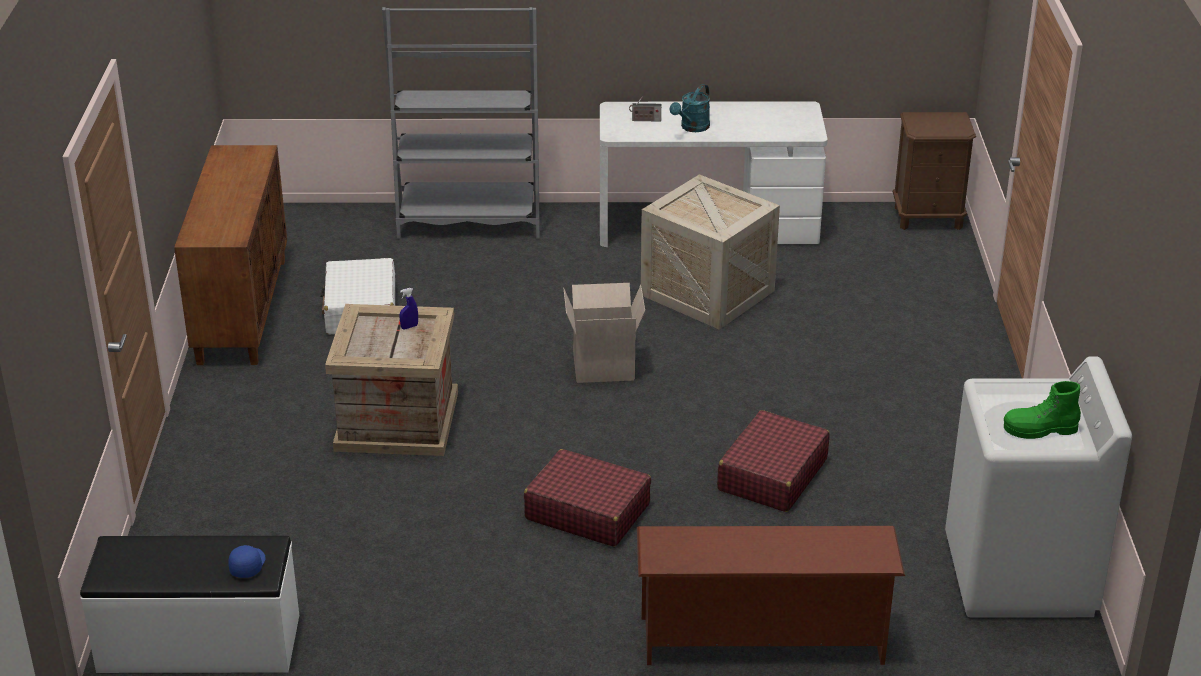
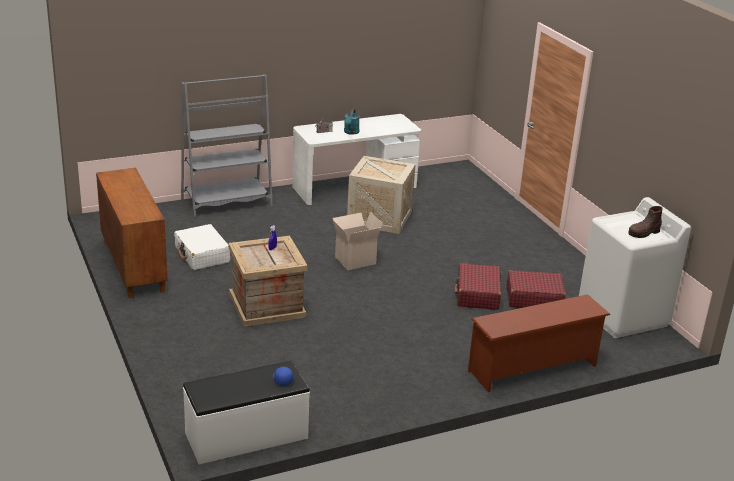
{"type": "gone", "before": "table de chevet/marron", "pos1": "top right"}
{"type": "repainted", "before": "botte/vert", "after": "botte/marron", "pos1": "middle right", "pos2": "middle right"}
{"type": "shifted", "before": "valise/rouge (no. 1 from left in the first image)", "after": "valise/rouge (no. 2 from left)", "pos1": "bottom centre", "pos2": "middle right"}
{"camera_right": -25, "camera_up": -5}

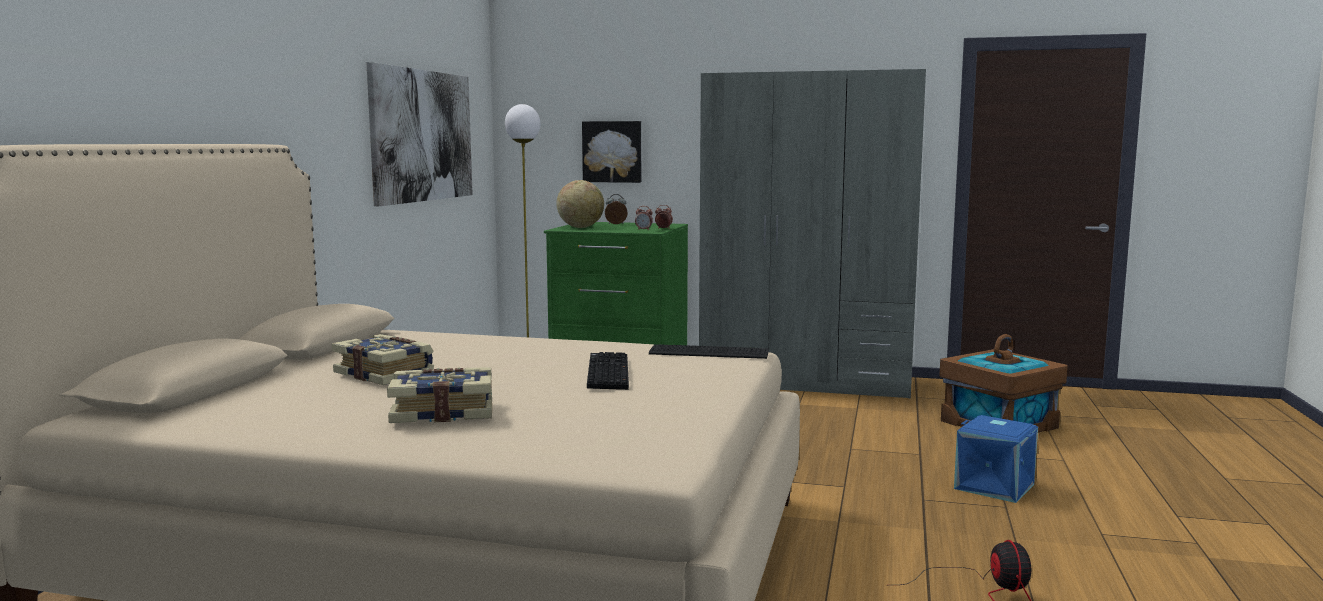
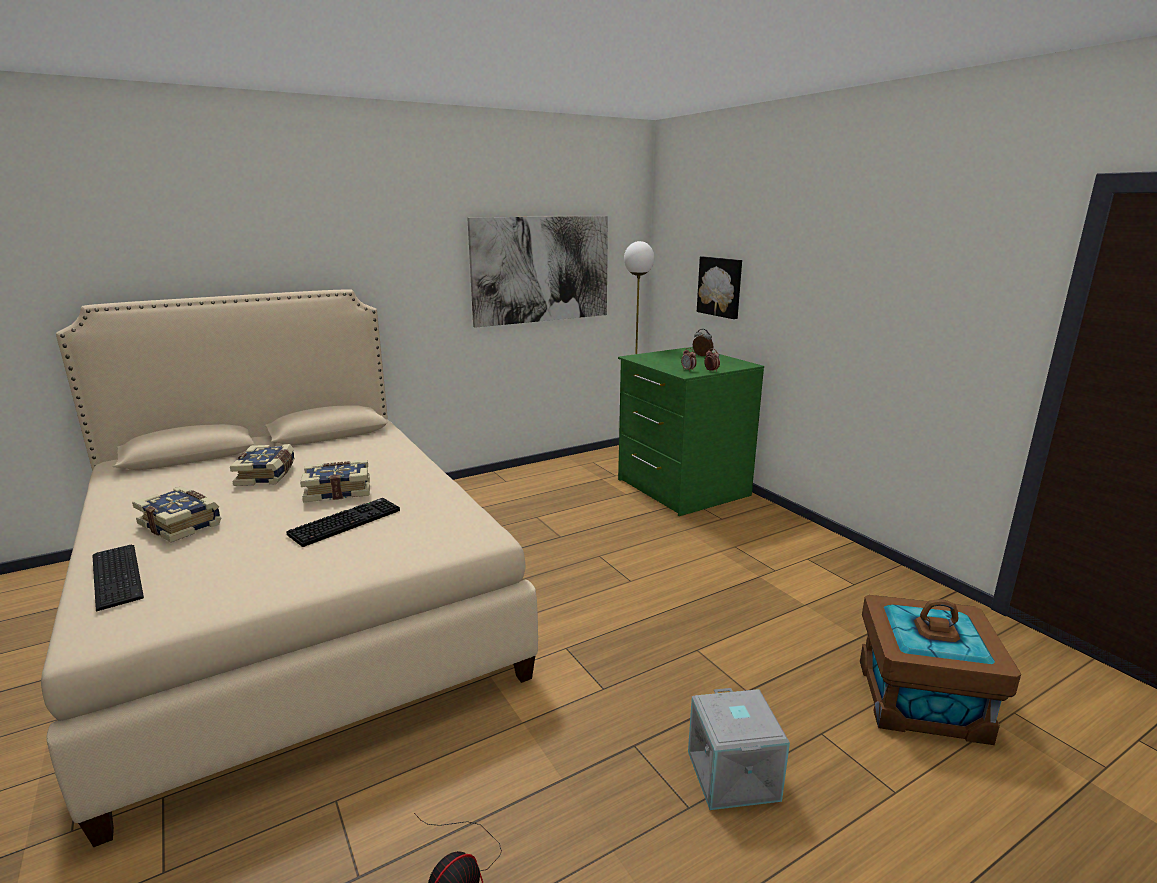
{"type": "gone", "before": "armoire/gris", "pos1": "centre"}
{"type": "gone", "before": "globe", "pos1": "centre"}
{"type": "shifted", "before": "clavier (no. 2 from left in the first image)", "after": "clavier (no. 1 from left)", "pos1": "centre", "pos2": "middle left"}
{"type": "repainted", "before": "boîte de rangement/bleu", "after": "boîte de rangement/gris", "pos1": "bottom right", "pos2": "bottom centre"}
{"type": "new", "after": "livre (no. 3 from left)", "pos2": "middle left"}
{"camera_right": 45, "camera_up": 10}

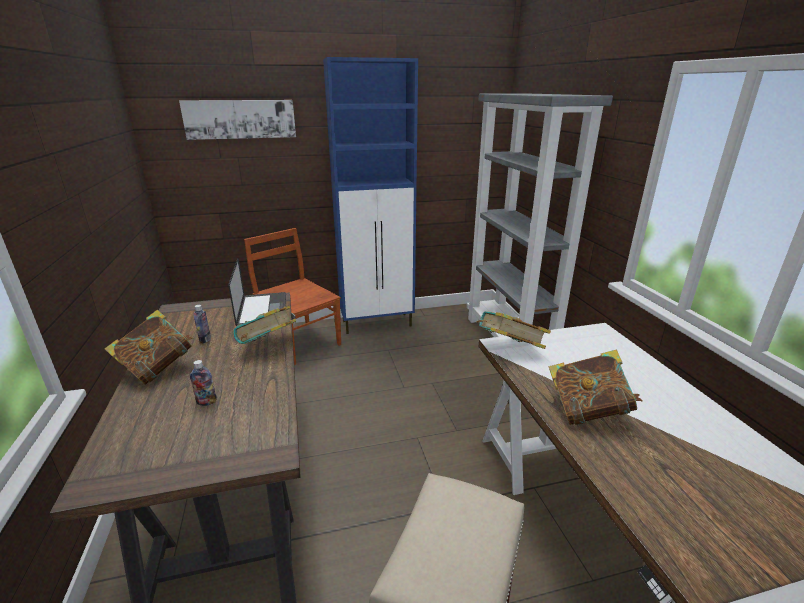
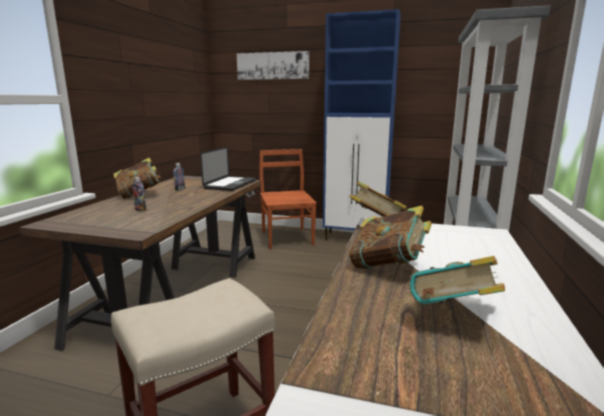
{"type": "shifted", "before": "livre (no. 2 from left in the first image)", "after": "livre (no. 4 from left)", "pos1": "middle left", "pos2": "bottom right"}
{"camera_right": 30, "camera_up": -10}

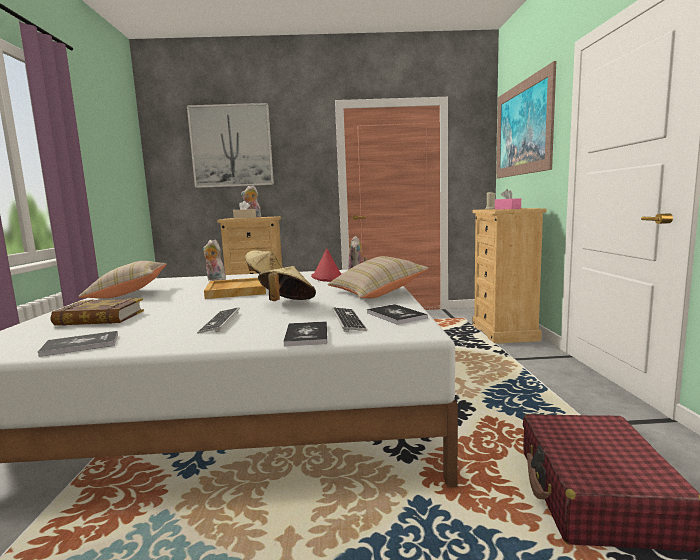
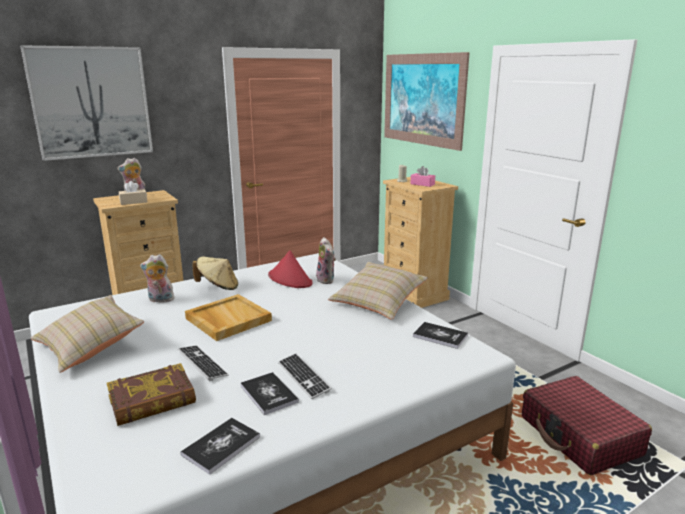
{"type": "gone", "before": "chapeau/beige (no. 2 from left)", "pos1": "centre"}
{"type": "shifted", "before": "clavier (no. 2 from left in the first image)", "after": "clavier (no. 1 from left)", "pos1": "centre", "pos2": "bottom left"}
{"type": "shifted", "before": "livre (no. 3 from left)", "pos1": "centre", "pos2": "bottom centre"}
{"camera_right": -30, "camera_up": 10}

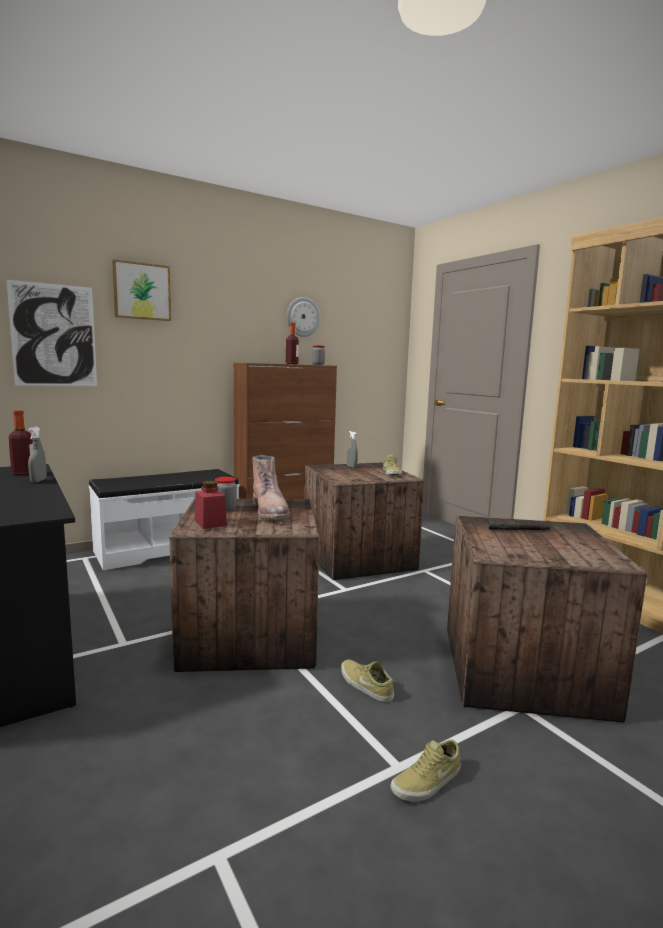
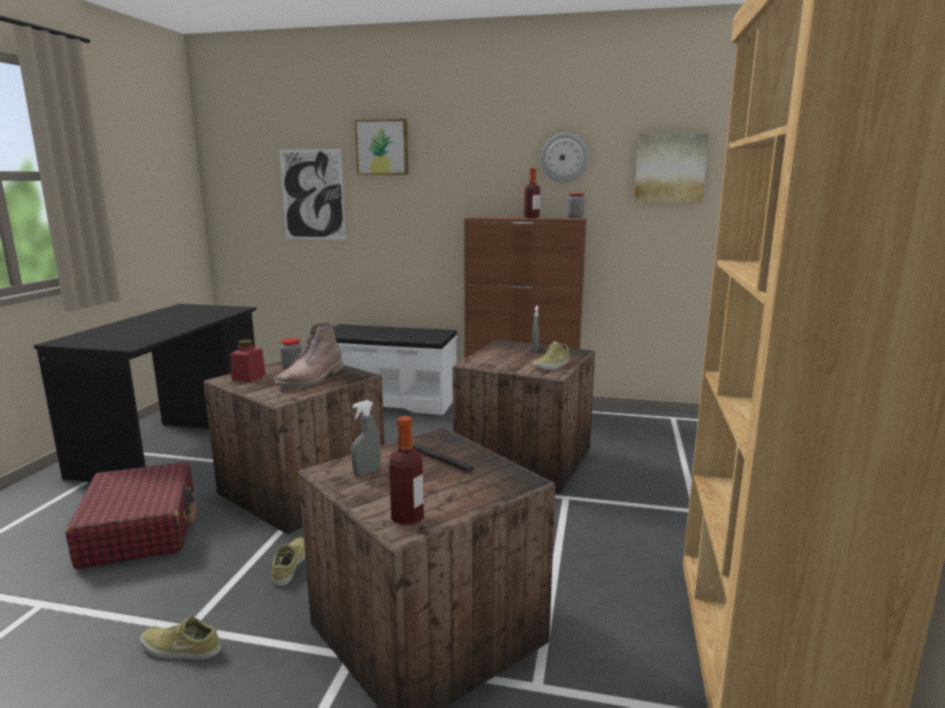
{"type": "shifted", "before": "bouteille (no. 1 from left)", "pos1": "middle left", "pos2": "centre"}
{"type": "shifted", "before": "vaporisateur/gris (no. 1 from left)", "pos1": "middle left", "pos2": "centre"}
{"type": "new", "after": "tableau (no. 3 from left)", "pos2": "top right"}
{"type": "new", "after": "valise/rouge", "pos2": "bottom left"}
{"camera_right": 45, "camera_up": 5}

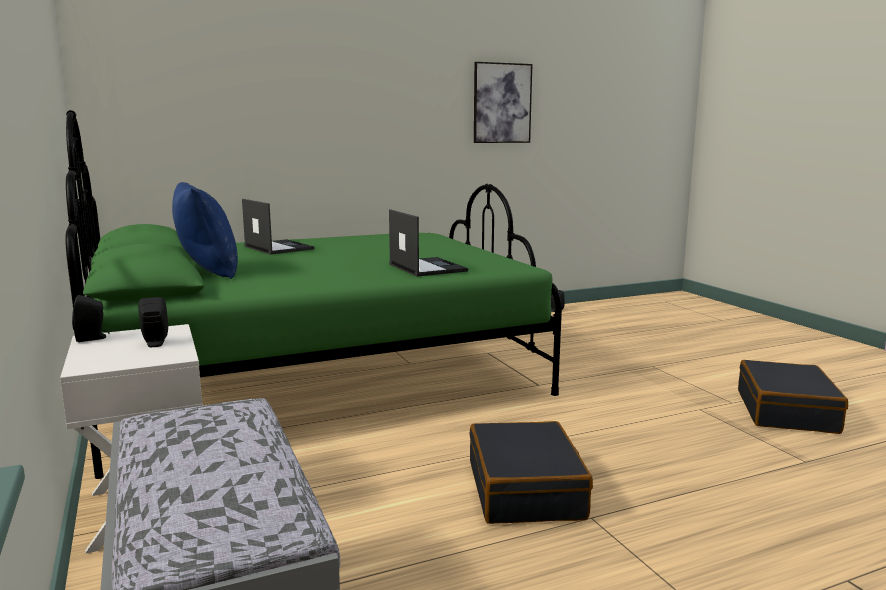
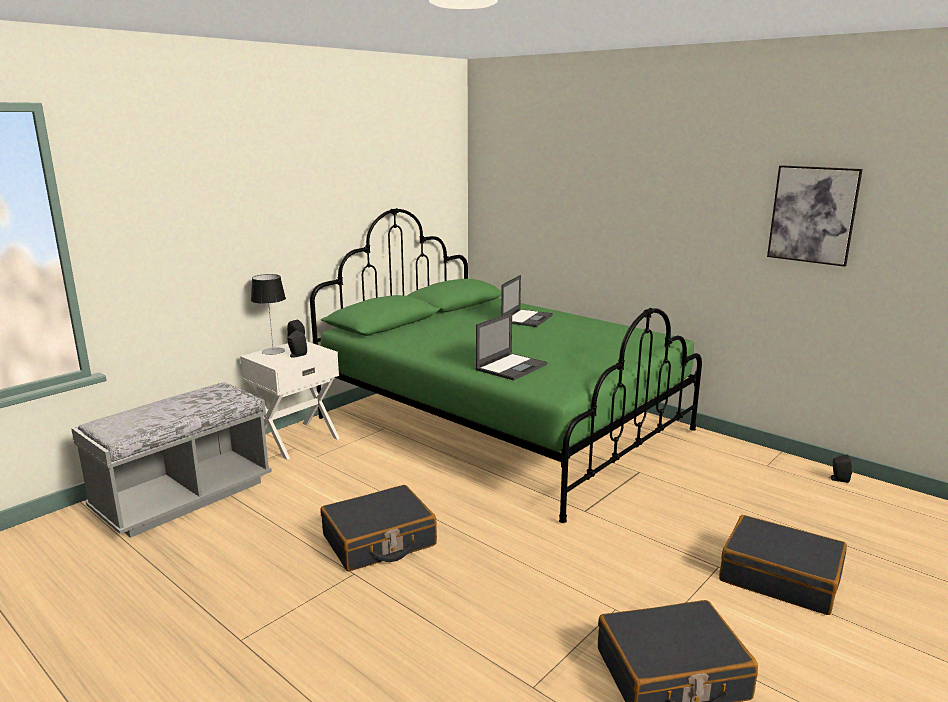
{"type": "gone", "before": "coussin/bleu", "pos1": "middle left"}
{"type": "new", "after": "lampe de table", "pos2": "middle left"}
{"type": "new", "after": "valise/noir (no. 3 from left)", "pos2": "bottom right"}
{"camera_right": 65, "camera_up": 5}

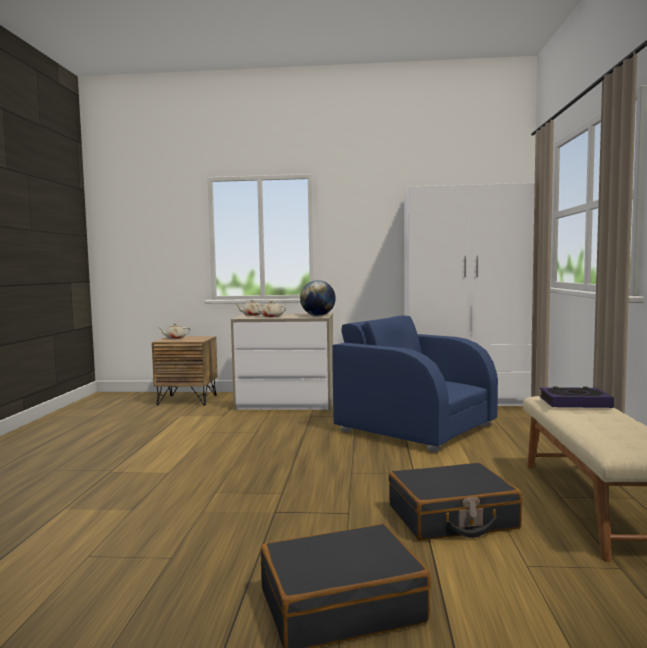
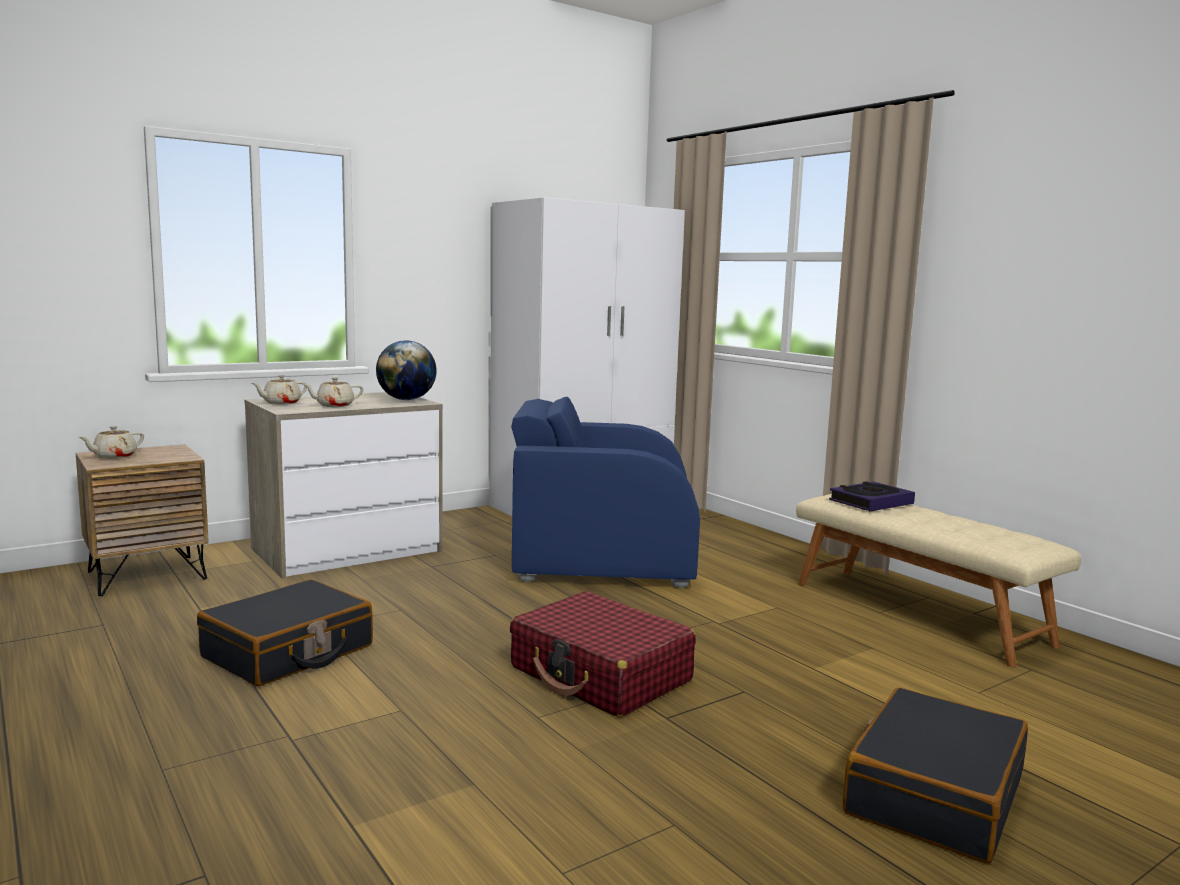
{"type": "shifted", "before": "valise/noir (no. 2 from left in the first image)", "after": "valise/noir (no. 1 from left)", "pos1": "bottom right", "pos2": "bottom left"}
{"type": "new", "after": "valise/rouge", "pos2": "bottom centre"}
{"camera_right": -40, "camera_up": 5}

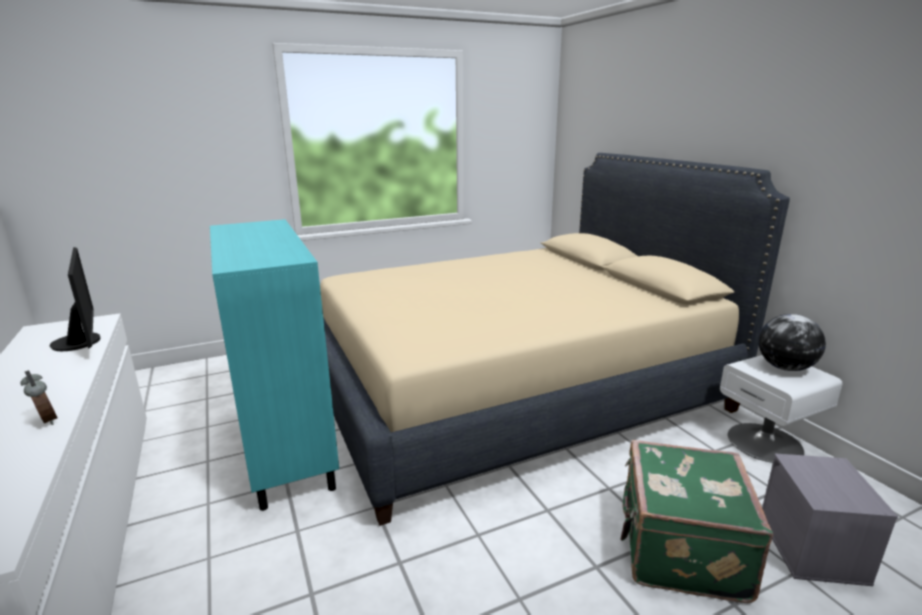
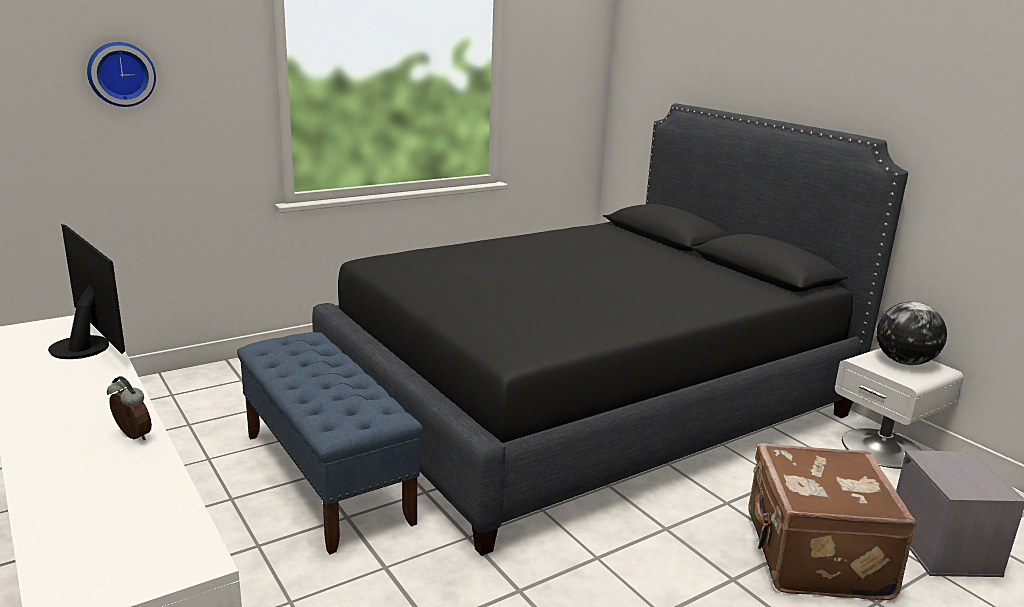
{"type": "repainted", "before": "lit/beige", "after": "lit/noir", "pos1": "centre", "pos2": "centre"}
{"type": "swapped", "before": "meuble de rangement/turquoise", "after": "banc/bleu", "pos1": "middle left", "pos2": "bottom left"}
{"type": "repainted", "before": "valise/vert", "after": "valise/marron", "pos1": "bottom right", "pos2": "bottom right"}
{"type": "new", "after": "horloge murale", "pos2": "top left"}
{"camera_right": -10, "camera_up": 0}

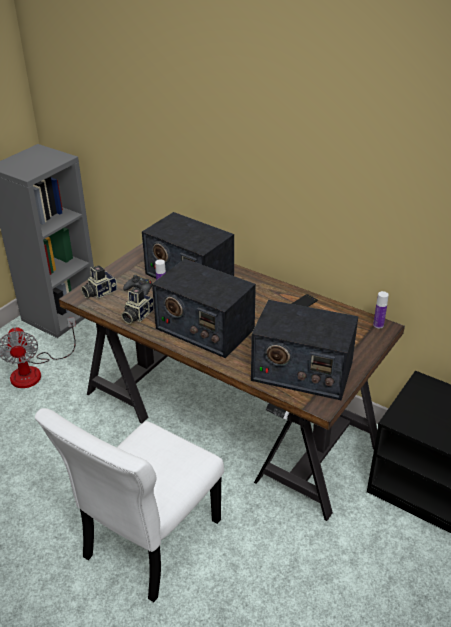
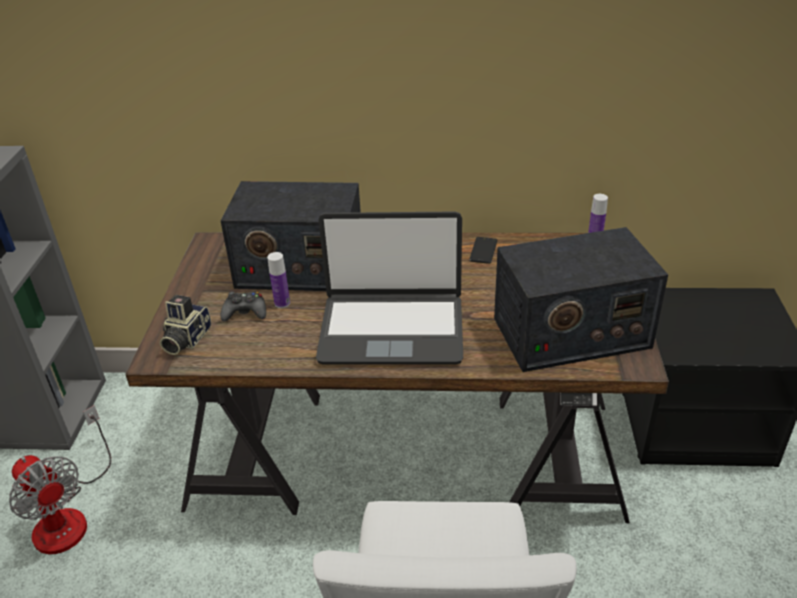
{"type": "swapped", "before": "radio (no. 2 from left)", "after": "ordinateur portable", "pos1": "centre", "pos2": "centre"}
{"type": "gone", "before": "appareil photo (no. 2 from left)", "pos1": "middle left"}
{"camera_right": -30, "camera_up": 0}

